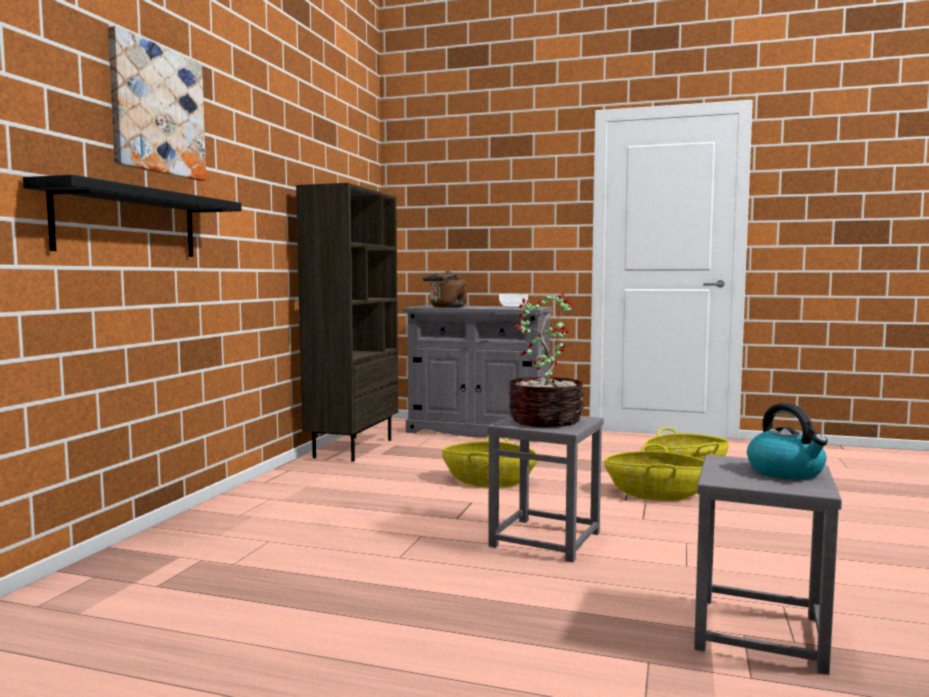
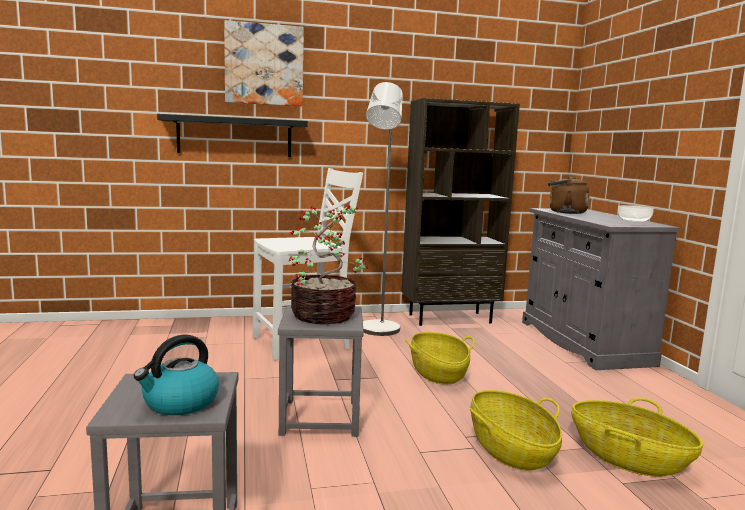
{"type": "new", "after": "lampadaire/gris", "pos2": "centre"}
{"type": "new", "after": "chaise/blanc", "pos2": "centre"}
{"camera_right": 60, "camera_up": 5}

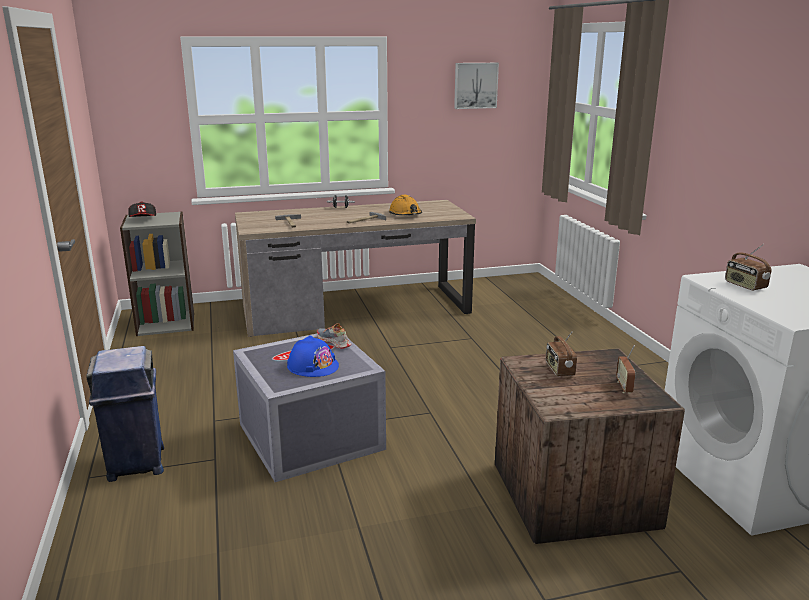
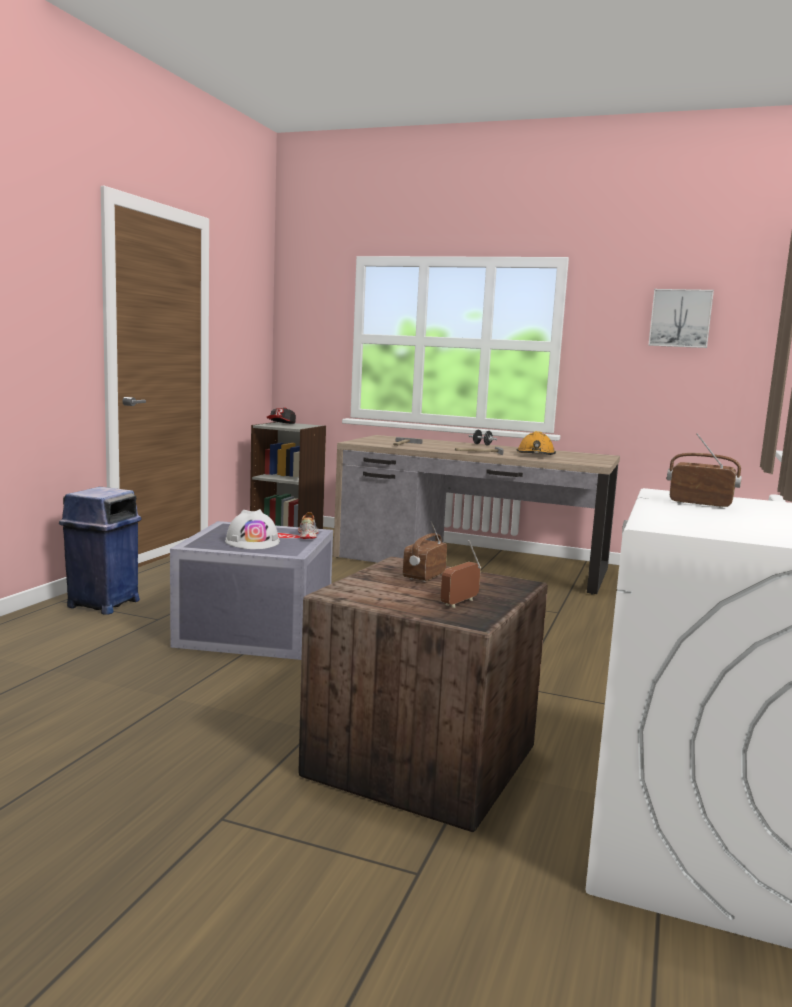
{"type": "rotated", "before": "radio (no. 3 from left)", "pos1": "middle right", "pos2": "middle right", "turn": 105}
{"type": "repainted", "before": "casque de chantier/bleu", "after": "casque de chantier/blanc", "pos1": "centre", "pos2": "middle left"}
{"camera_right": 35, "camera_up": -10}

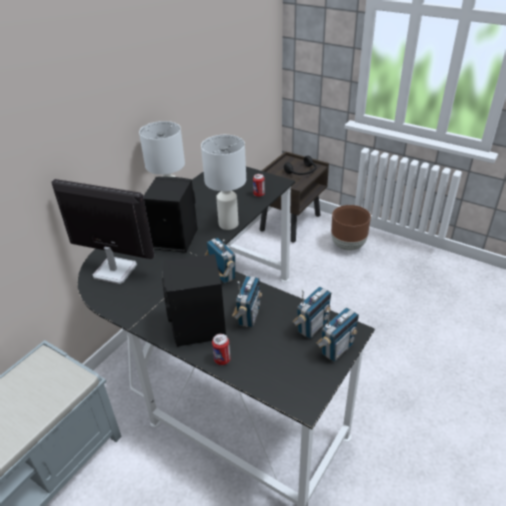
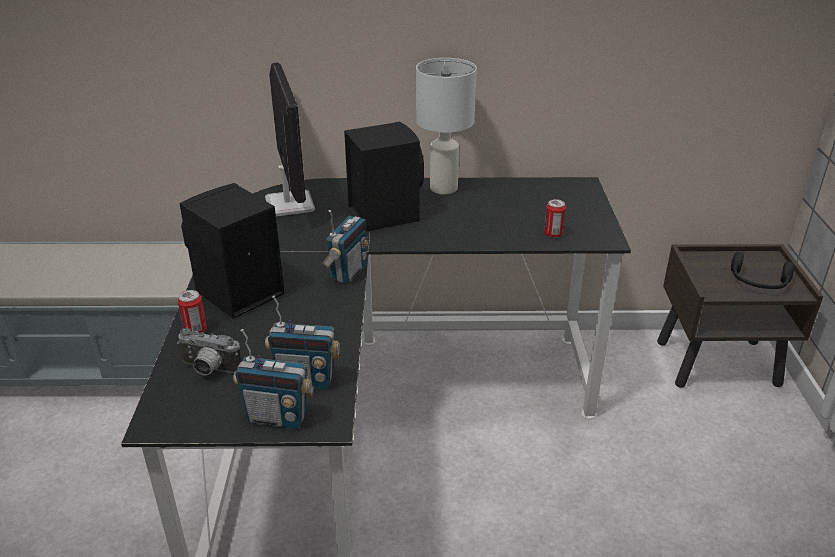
{"type": "gone", "before": "lampe de table/blanc (no. 2 from left)", "pos1": "centre"}
{"type": "gone", "before": "cache-pot/marron", "pos1": "middle right"}
{"type": "gone", "before": "radio (no. 2 from left)", "pos1": "centre"}
{"type": "new", "after": "appareil photo", "pos2": "middle left"}
{"camera_right": 55, "camera_up": -5}

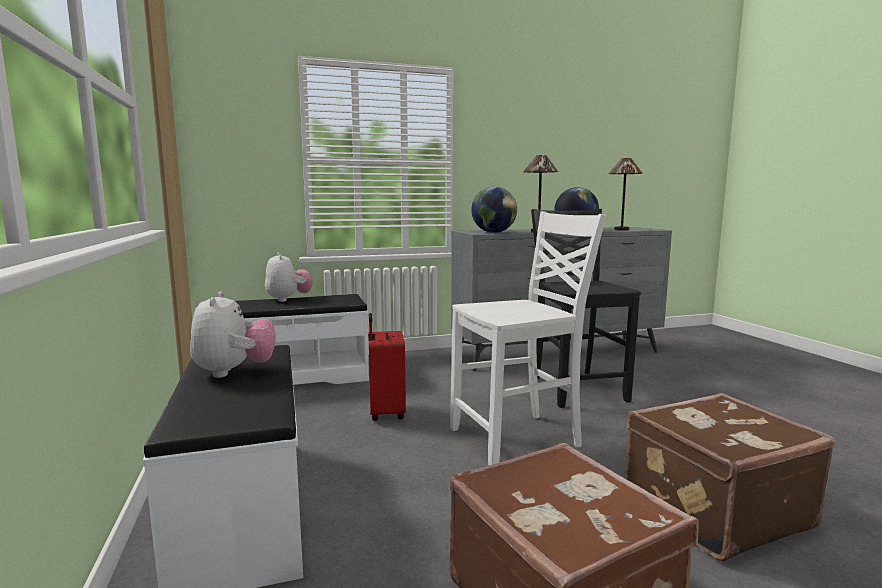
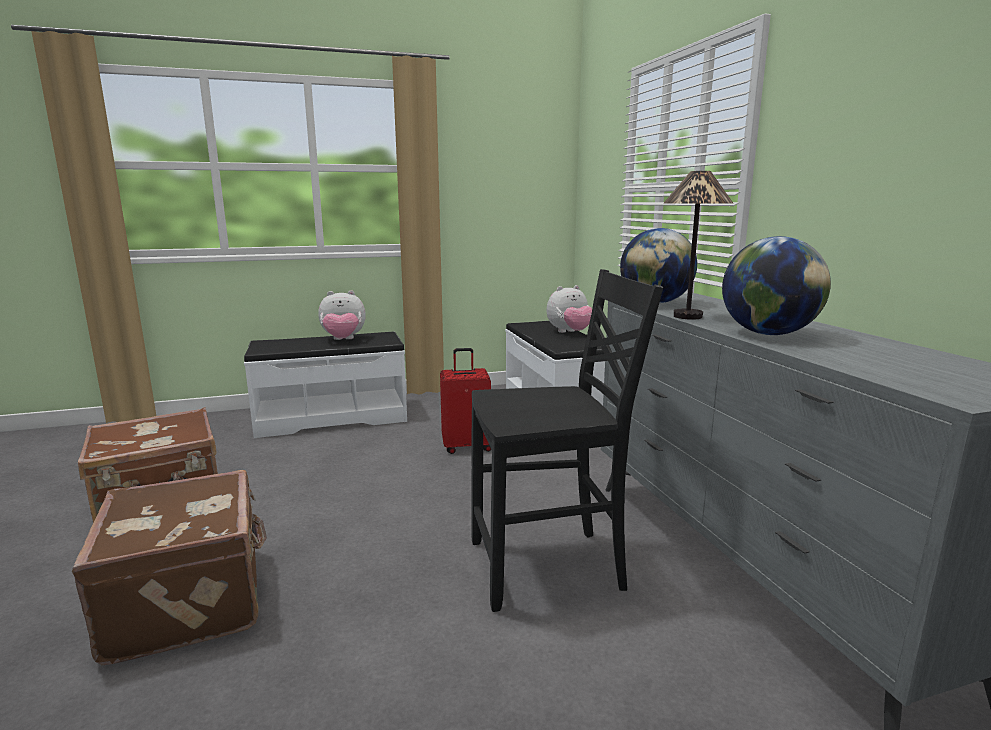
{"type": "gone", "before": "lampe de table (no. 2 from left)", "pos1": "top right"}
{"type": "gone", "before": "chaise/blanc", "pos1": "centre"}
{"camera_right": 90, "camera_up": 5}

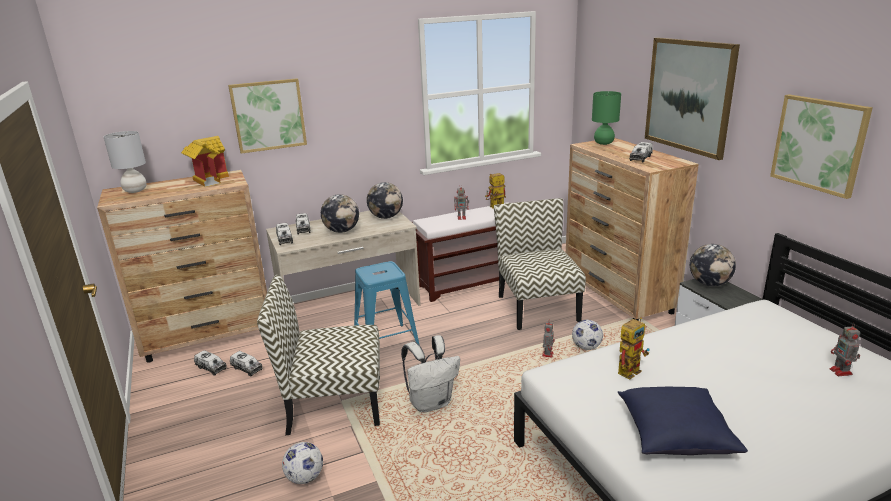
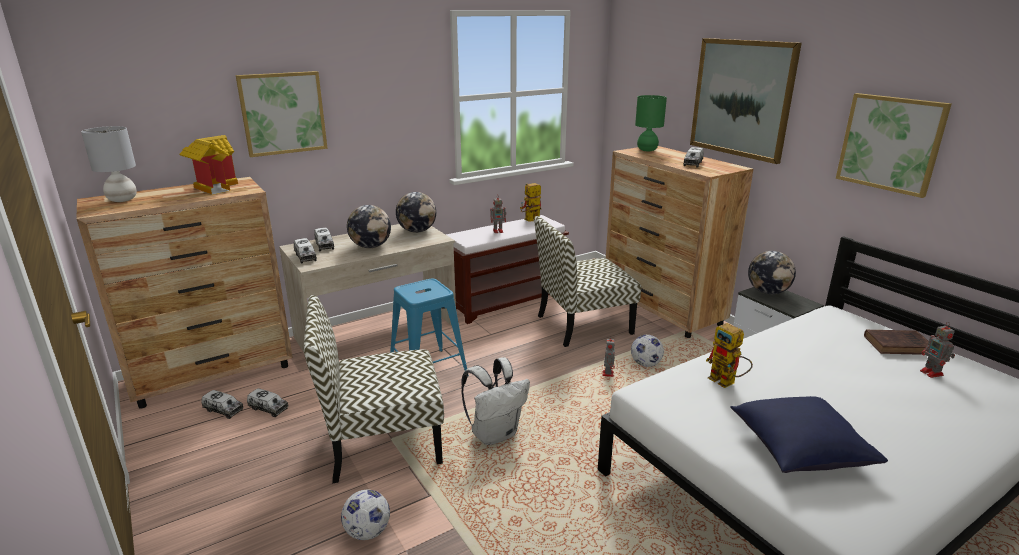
{"type": "rotated", "before": "chaise (no. 2 from left)", "pos1": "centre", "pos2": "centre", "turn": -90}
{"type": "rotated", "before": "robot jouet (no. 4 from left)", "pos1": "bottom right", "pos2": "middle right", "turn": 105}
{"type": "new", "after": "livre/marron", "pos2": "middle right"}
{"camera_right": -10, "camera_up": 0}

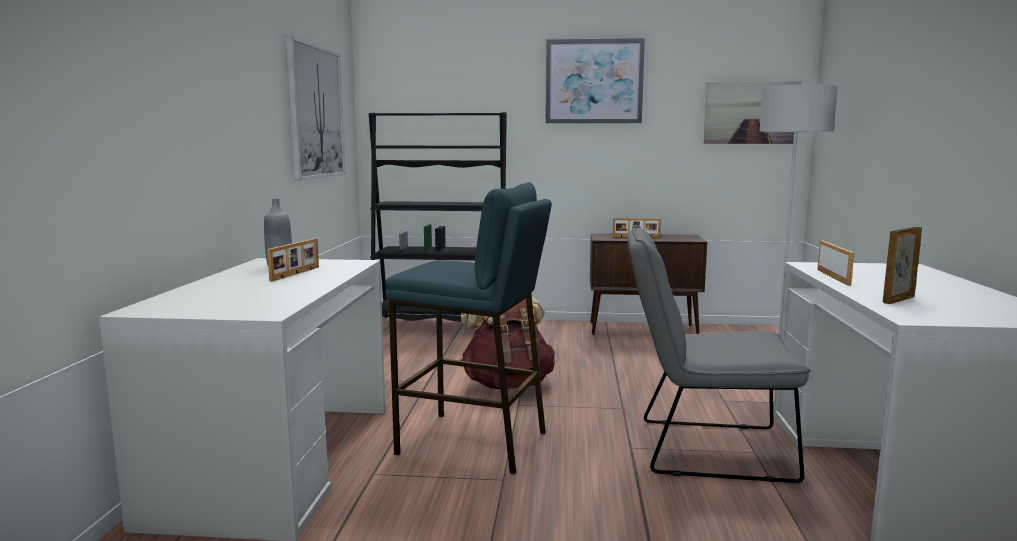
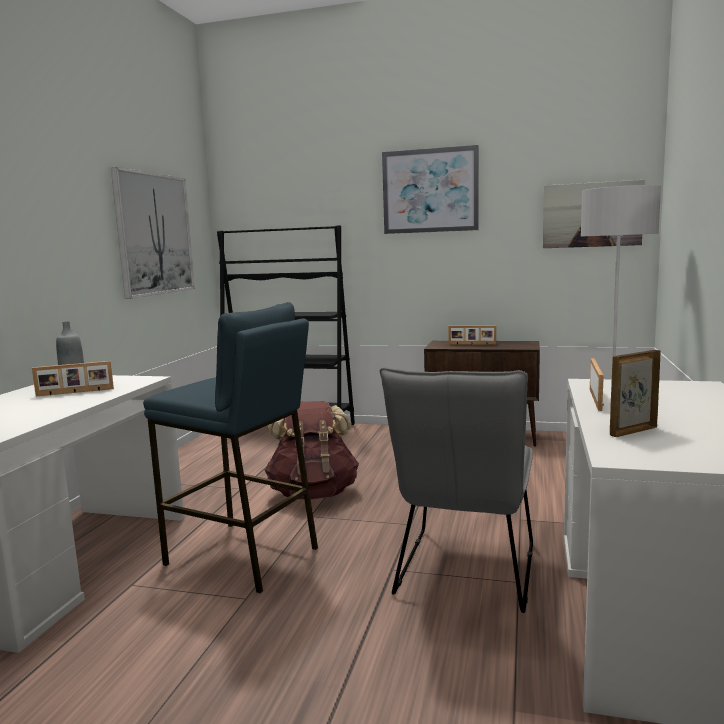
{"type": "rotated", "before": "chaise/gris", "pos1": "middle right", "pos2": "bottom centre", "turn": -90}
{"type": "rotated", "before": "cadre photo (no. 1 from left)", "pos1": "middle left", "pos2": "middle left", "turn": 45}
{"camera_right": 10, "camera_up": 0}

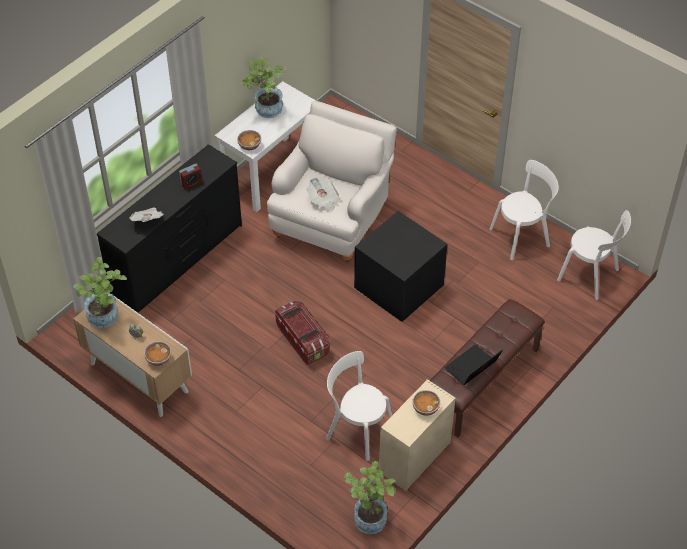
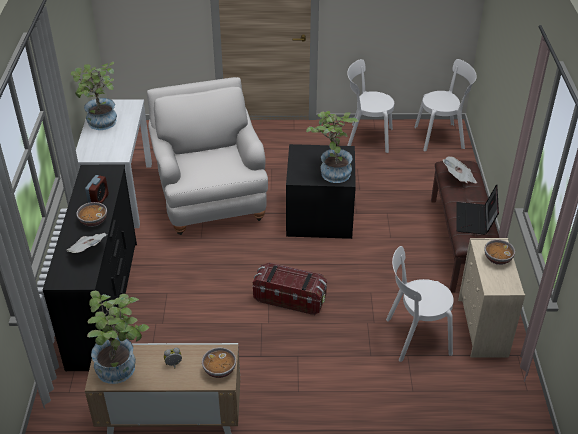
{"type": "shifted", "before": "bol (no. 2 from left in the first image)", "after": "bol (no. 1 from left)", "pos1": "top centre", "pos2": "middle left"}
{"type": "rotated", "before": "chaise/blanc (no. 2 from left in the first image)", "pos1": "middle right", "pos2": "top centre", "turn": -105}
{"type": "shifted", "before": "journal (no. 2 from left)", "pos1": "centre", "pos2": "middle right"}
{"type": "shifted", "before": "plante en pot (no. 3 from left)", "pos1": "bottom centre", "pos2": "centre"}
{"camera_right": -40, "camera_up": -10}

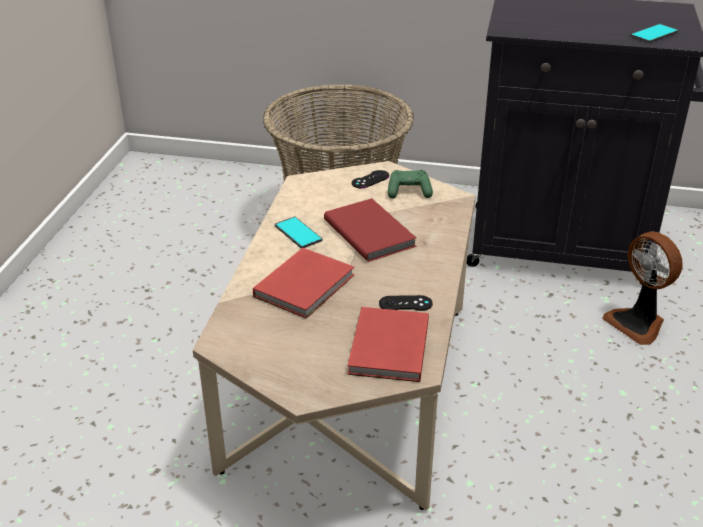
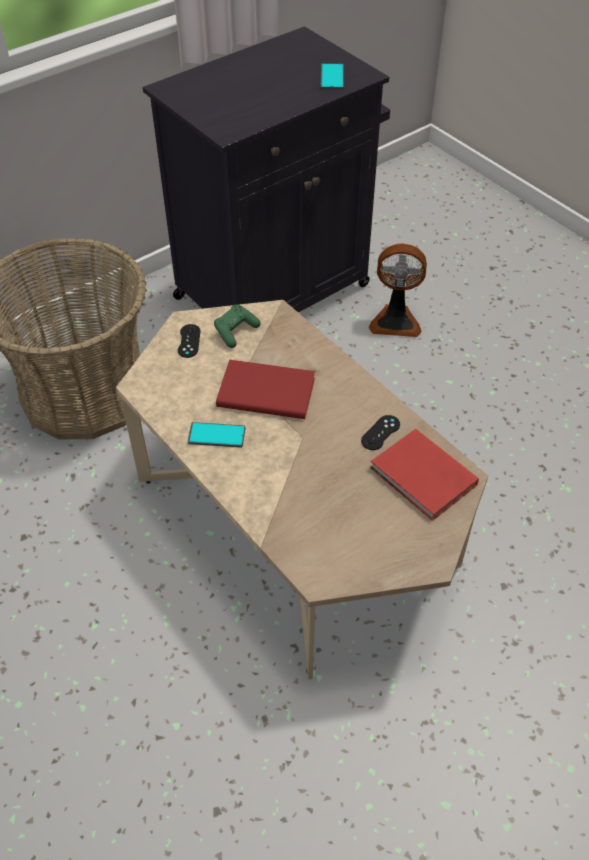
{"type": "gone", "before": "livre/rouge (no. 1 from left)", "pos1": "centre"}
{"camera_right": -50, "camera_up": 15}

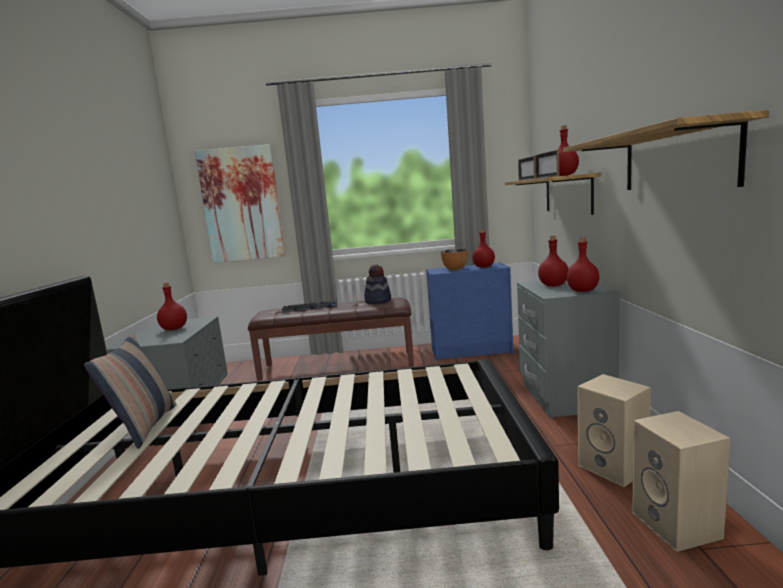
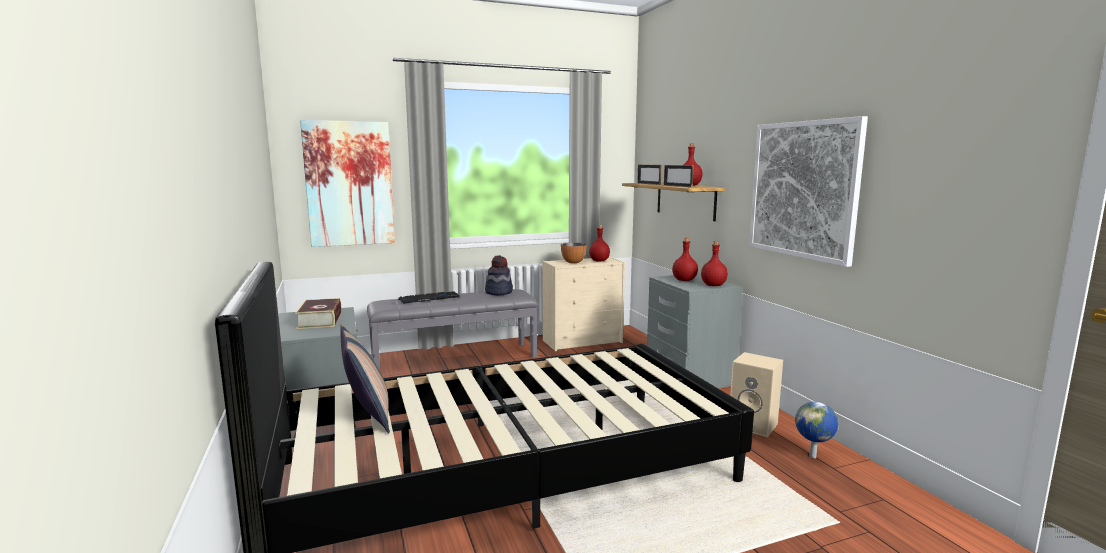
{"type": "swapped", "before": "étagère (no. 2 from left)", "after": "tableau (no. 2 from left)", "pos1": "top right", "pos2": "middle right"}
{"type": "repainted", "before": "commode/bleu", "after": "commode/beige", "pos1": "centre", "pos2": "centre"}
{"type": "swapped", "before": "bouteille/rouge (no. 1 from left)", "after": "livre", "pos1": "middle left", "pos2": "middle left"}
{"type": "repainted", "before": "banc/marron", "after": "banc/gris", "pos1": "centre", "pos2": "centre"}
{"type": "swapped", "before": "enceinte/beige (no. 2 from left)", "after": "globe", "pos1": "bottom right", "pos2": "bottom right"}
{"camera_right": -20, "camera_up": 0}

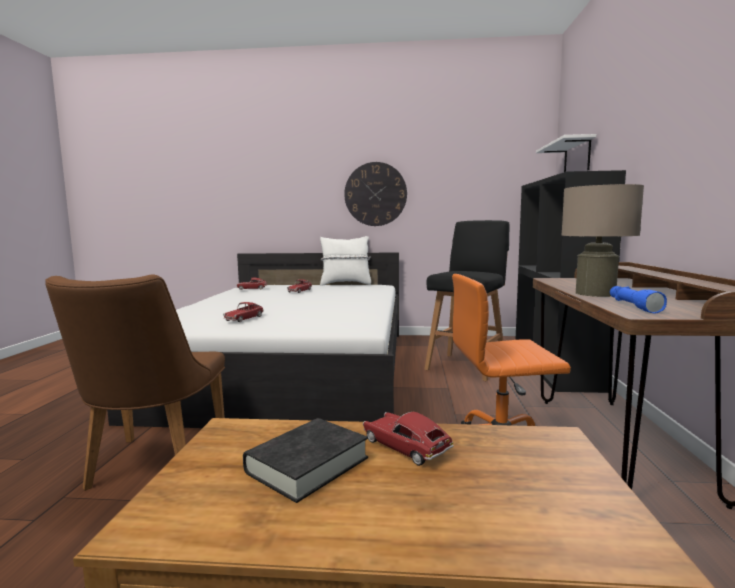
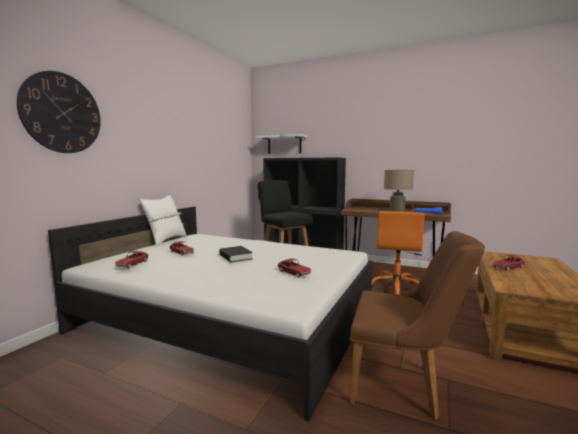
{"type": "shifted", "before": "horloge murale", "pos1": "top centre", "pos2": "top left"}
{"type": "shifted", "before": "livre/noir", "pos1": "bottom centre", "pos2": "centre"}
{"camera_right": -70, "camera_up": 0}

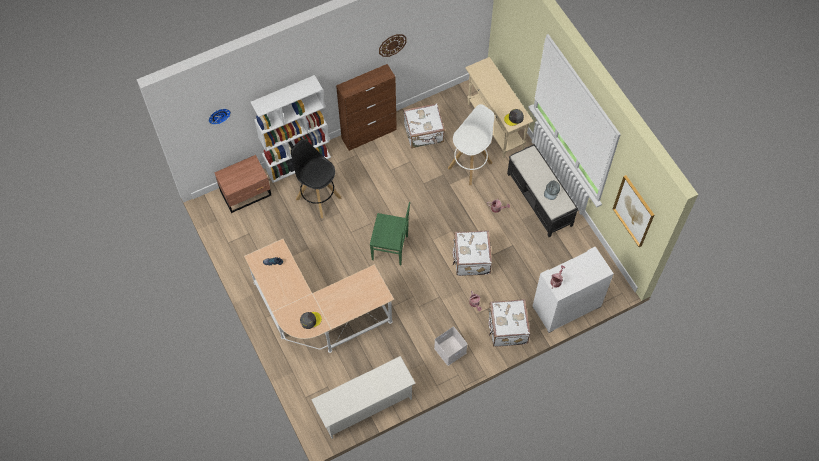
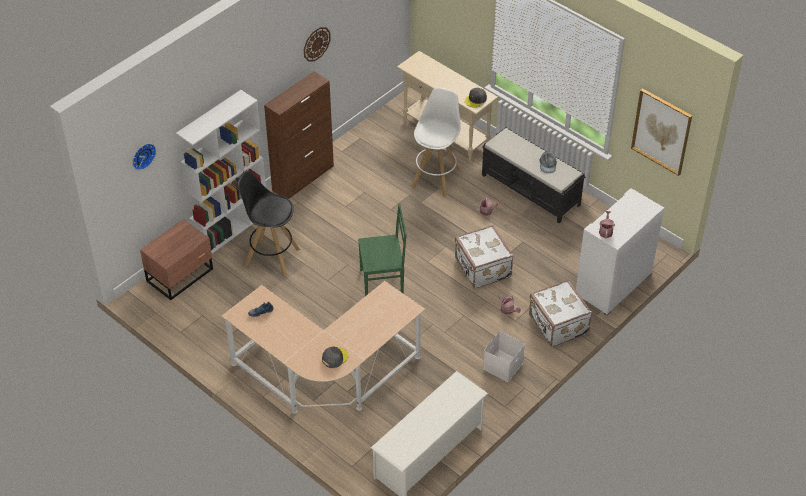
{"type": "gone", "before": "valise/blanc (no. 1 from left)", "pos1": "top centre"}
{"camera_right": -20, "camera_up": -15}

